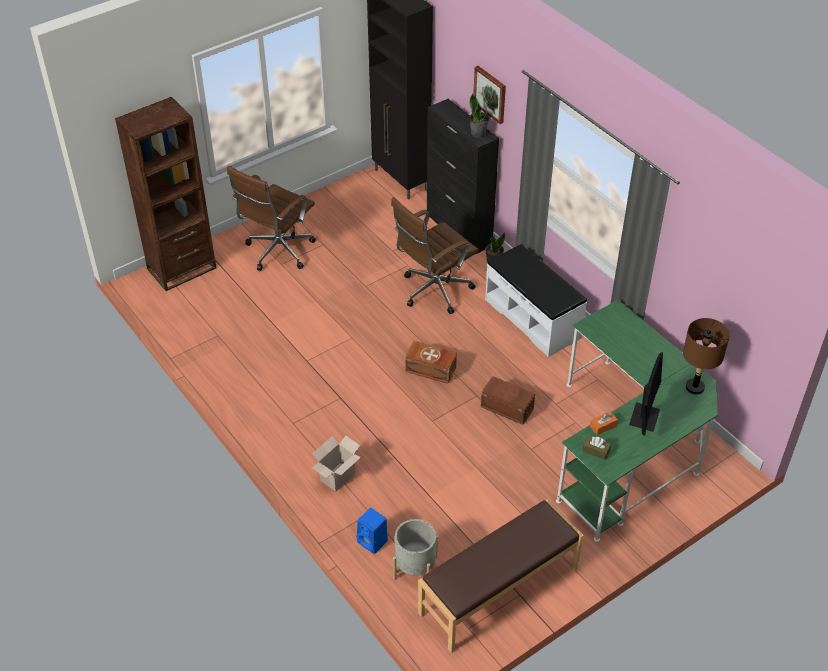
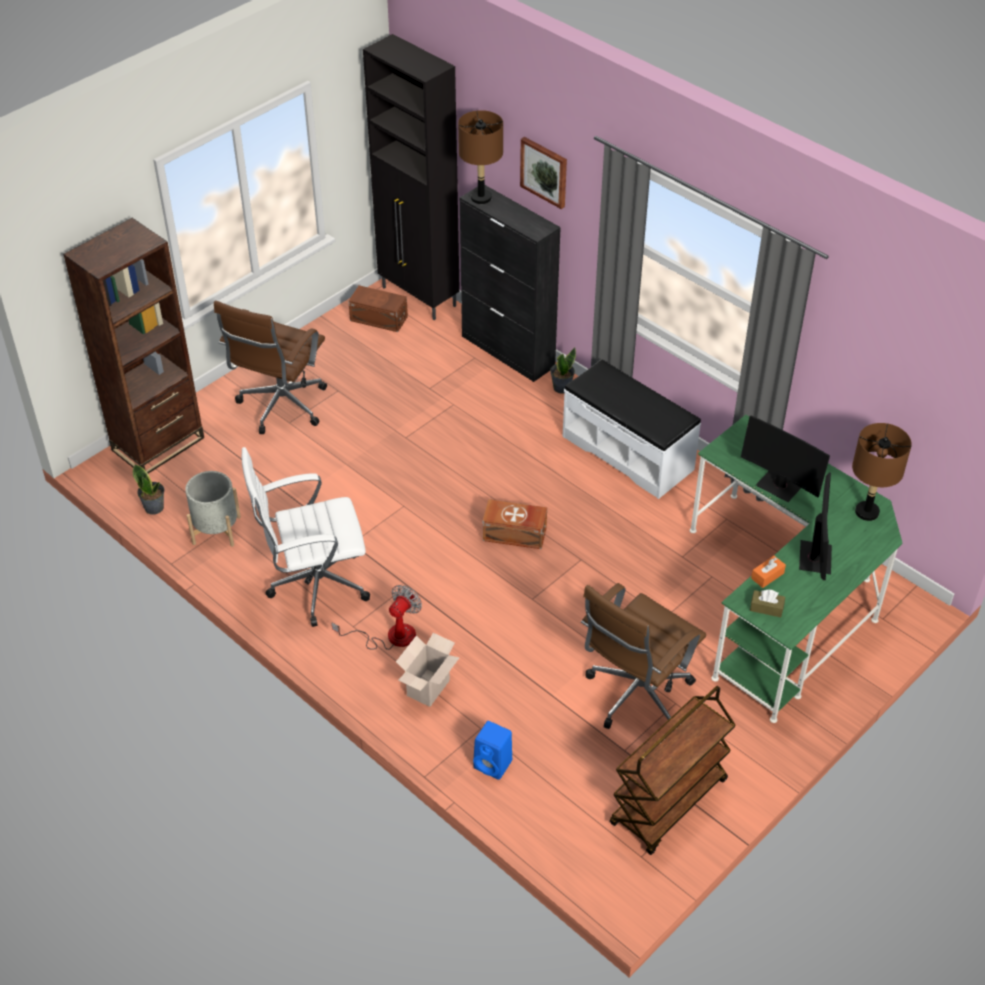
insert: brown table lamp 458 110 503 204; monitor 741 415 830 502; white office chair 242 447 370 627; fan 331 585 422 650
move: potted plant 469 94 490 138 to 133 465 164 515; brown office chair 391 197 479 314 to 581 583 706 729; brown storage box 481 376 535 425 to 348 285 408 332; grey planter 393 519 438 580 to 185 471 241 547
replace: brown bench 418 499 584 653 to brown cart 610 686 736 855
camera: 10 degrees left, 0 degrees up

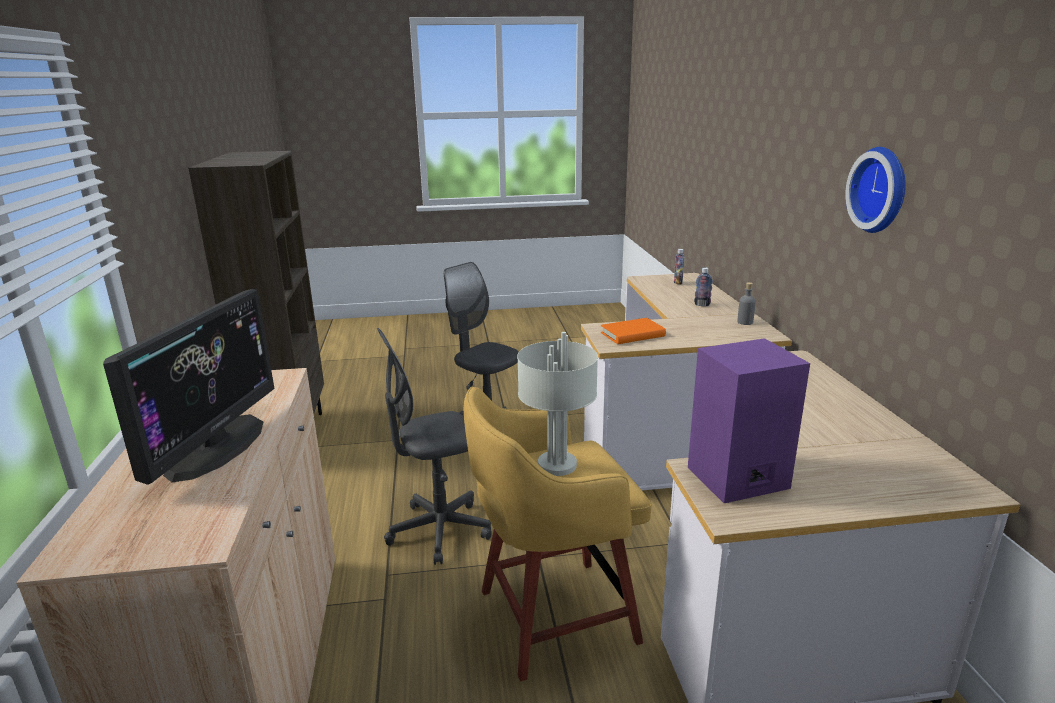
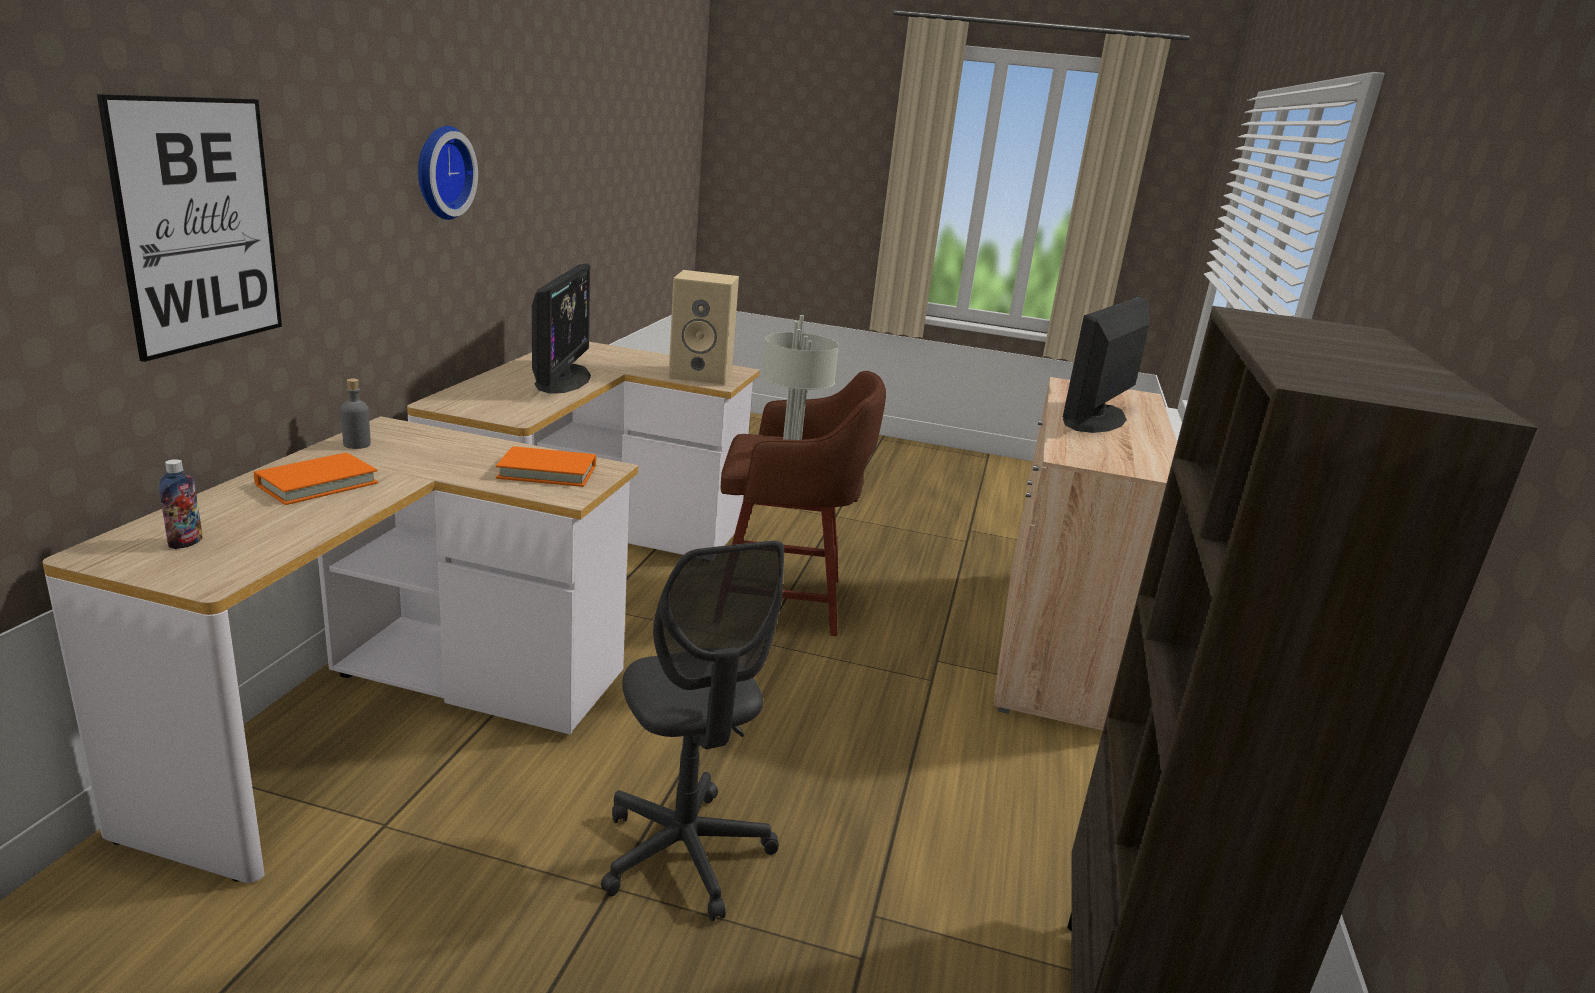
delete: grey office chair 377 328 492 565
insert: picture 97 94 282 362; monitor 532 263 591 394
replace: bottle 694 267 713 306 to orange book 254 452 378 505
recolor: purple speaker 688 338 810 503 to beige speaker 669 270 739 386; yellow stool 464 387 651 681 to brown stool 721 371 886 636
camera: 160 degrees left, 0 degrees up

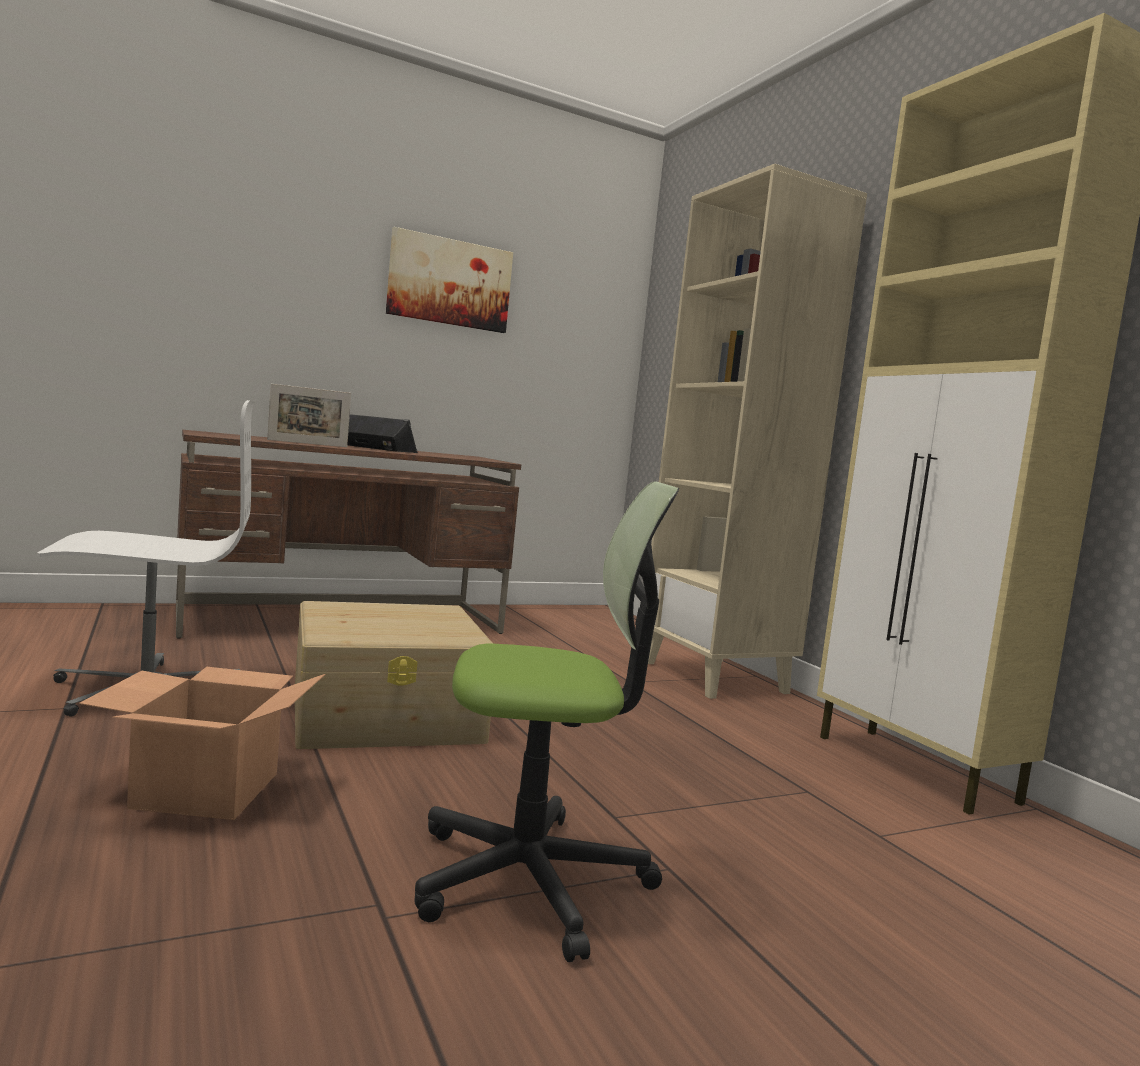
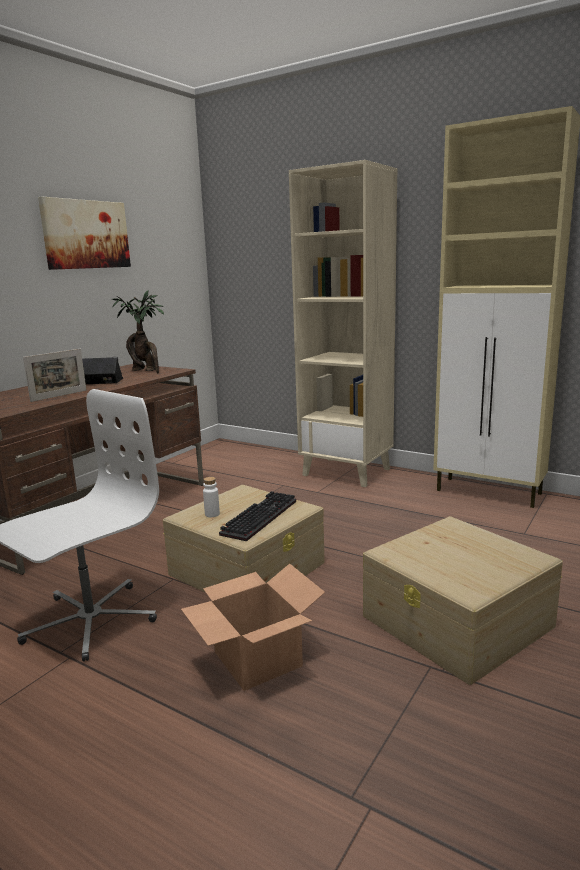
insert: potted plant 112 291 164 373; white bottle 203 477 220 517; keyboard 219 491 296 541
replace: office chair 415 481 679 962 to beige storage box 363 516 563 685
camera: 30 degrees left, 10 degrees up

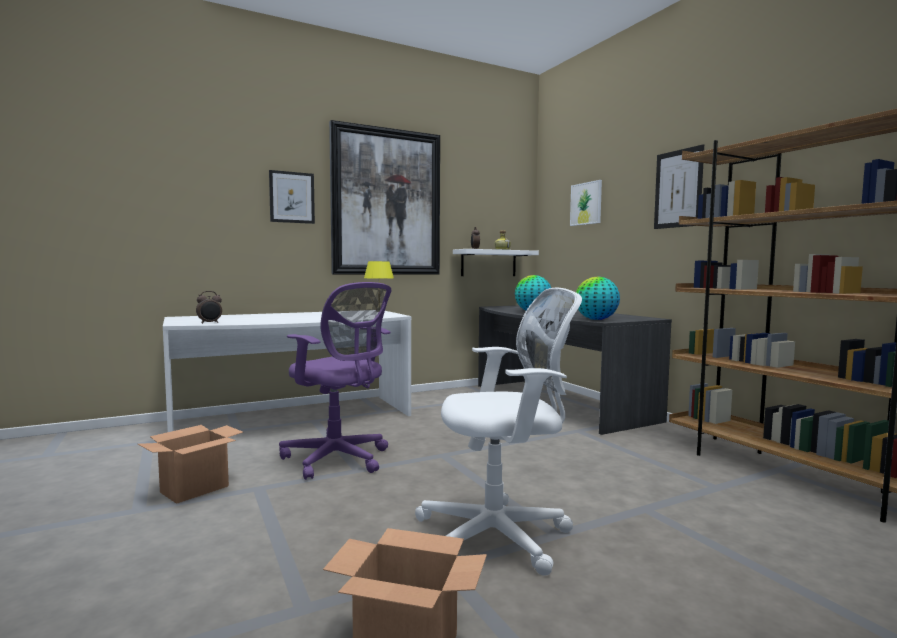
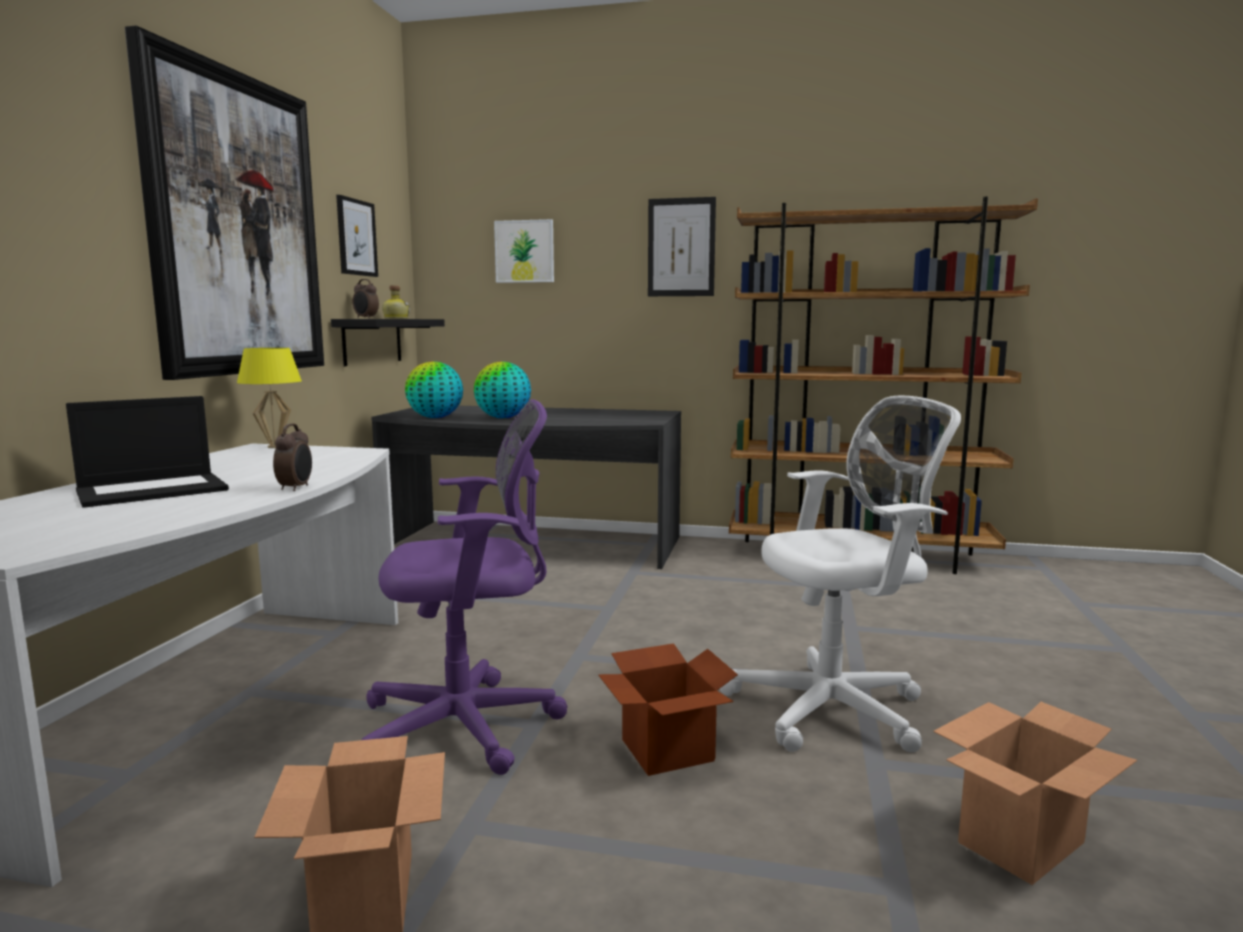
insert: laptop 66 396 229 508; cardboard box 598 643 738 776
move: picture 269 170 315 224 to 336 195 378 277; globe 576 277 620 320 to 405 361 463 418; alarm clock 196 291 222 324 to 273 424 312 491
recolor: white shelf 453 249 539 276 to black shelf 331 319 445 366
rotate: white office chair 415 288 582 576 = 720 396 961 752 45 degrees clockwise
camera: 50 degrees left, 5 degrees up

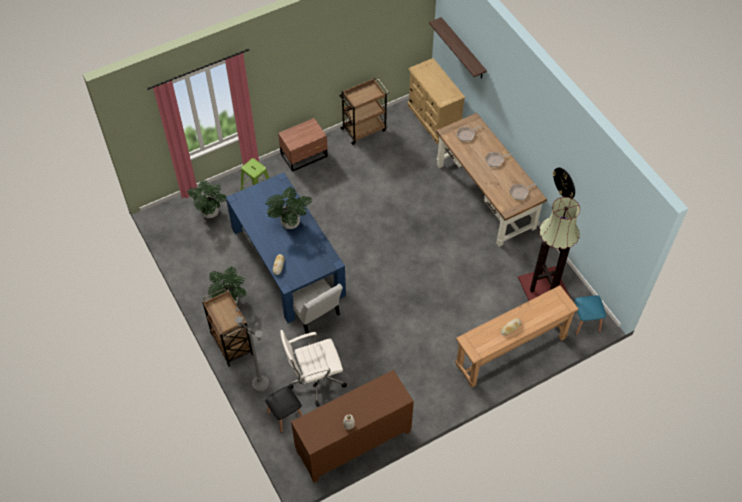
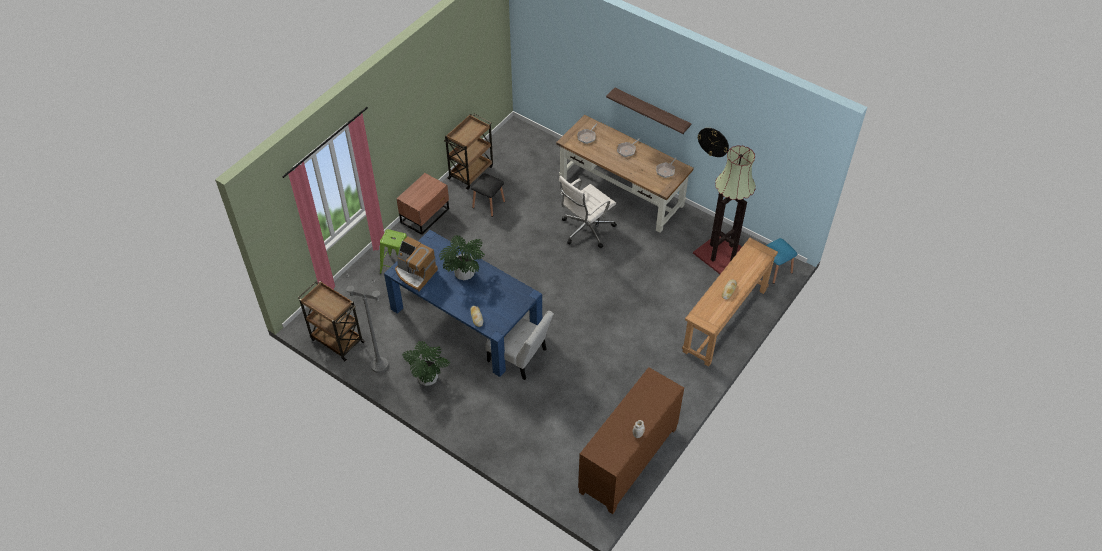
delete: beige dresser 407 58 465 144; potted plant 187 180 227 218
insert: coffee machine 395 236 438 291
move: shelf 429 17 487 79 to 606 88 691 134; brown cart 202 288 253 367 to 298 281 365 361; grey floor lamp 235 308 269 392 to 346 274 389 373; white office chair 280 330 347 406 to 559 175 617 248; black stool 265 386 302 433 to 471 173 505 217
camera: 25 degrees left, 5 degrees down

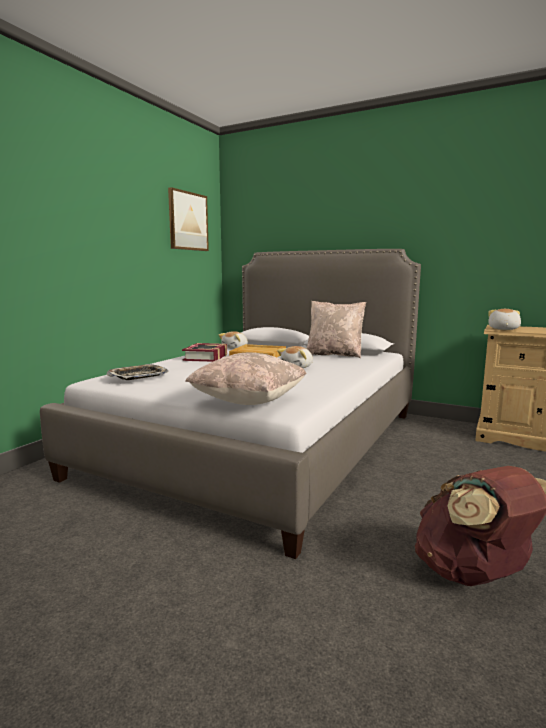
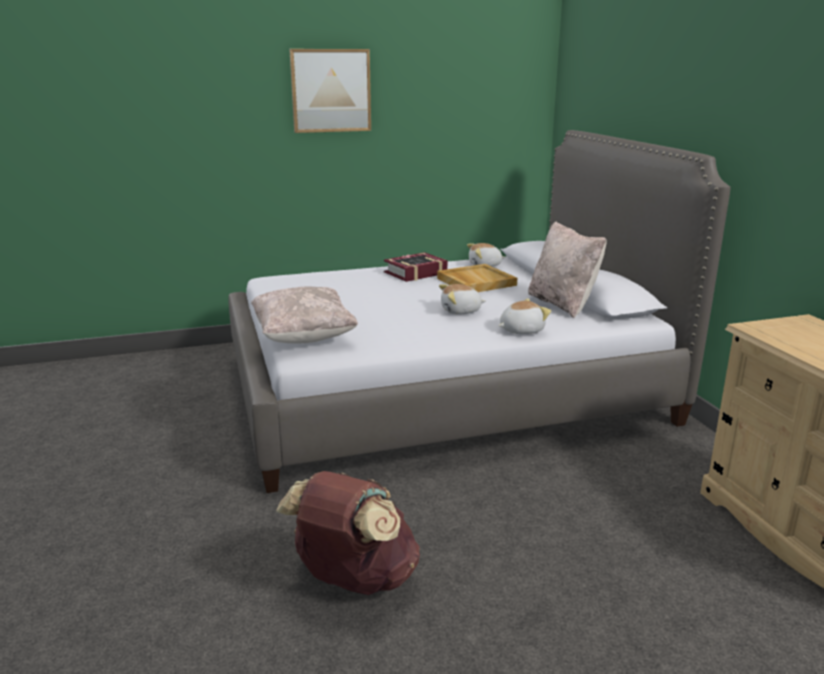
delete: tray 106 364 169 380
move: picture 168 187 209 251 to 289 49 371 133; plush toy 488 309 521 330 to 498 299 551 334
camera: 45 degrees right, 10 degrees up

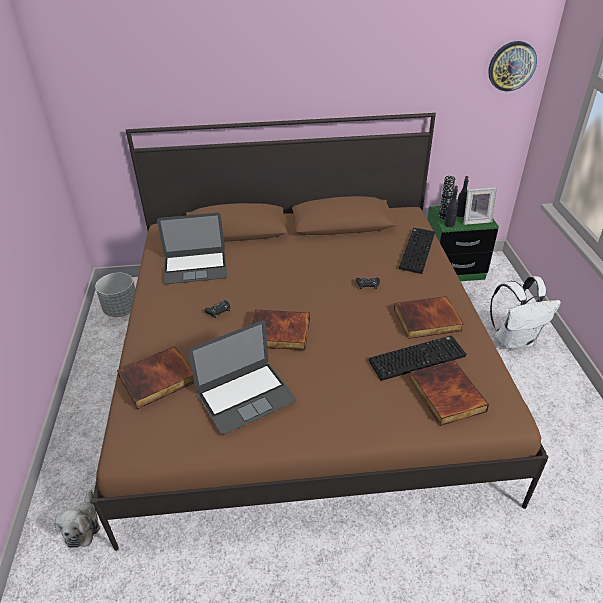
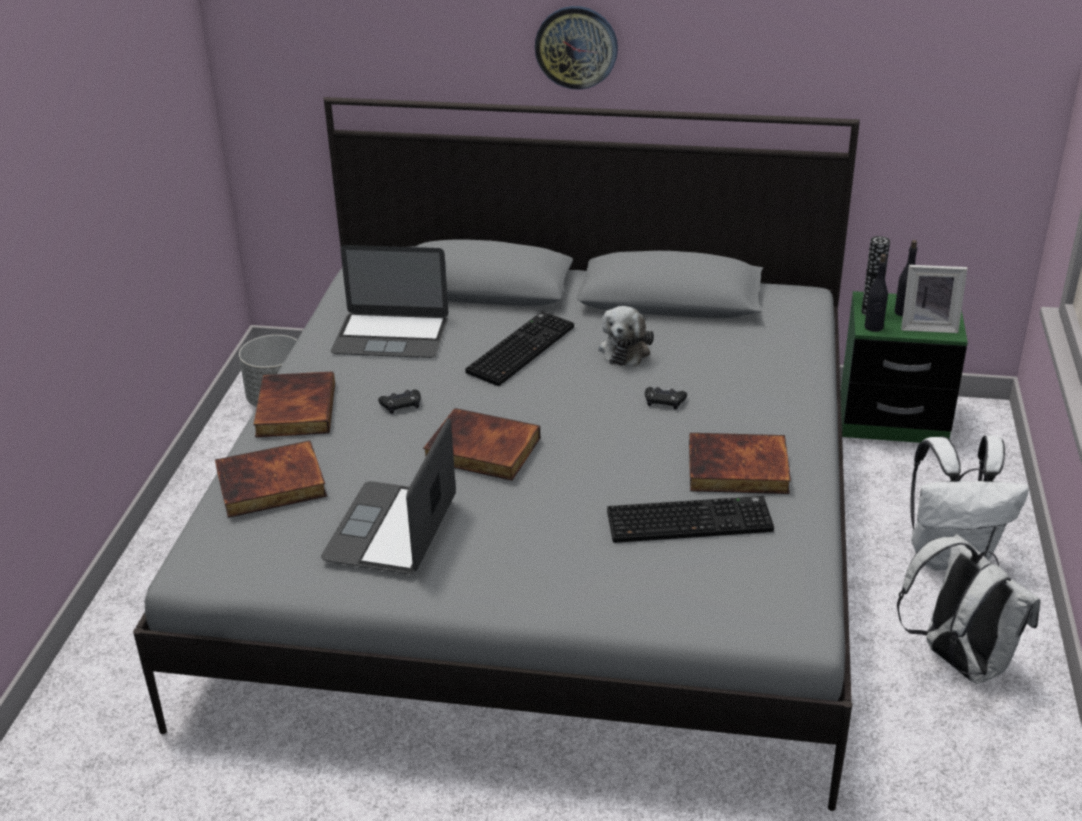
insert: white backpack 897 534 1041 684
move: wall clock 488 41 537 91 to 535 6 618 90; keyboard 399 228 435 274 to 465 311 574 386; book 409 360 489 426 to 253 372 335 437; plush toy 54 489 100 548 to 598 306 654 366
recolor: brown bed 92 113 549 551 to grey bed 133 97 860 811
rotate: laptop 189 320 296 434 = 321 418 456 574 120 degrees clockwise
camera: 15 degrees right, 5 degrees down

